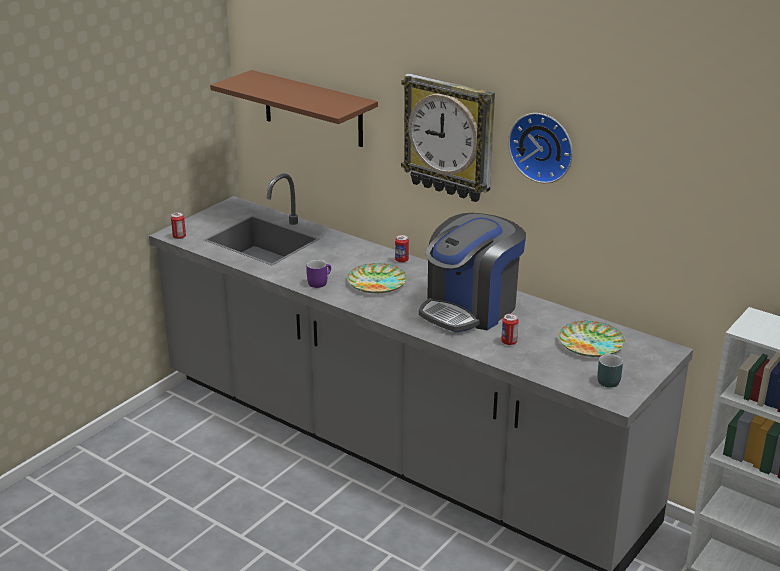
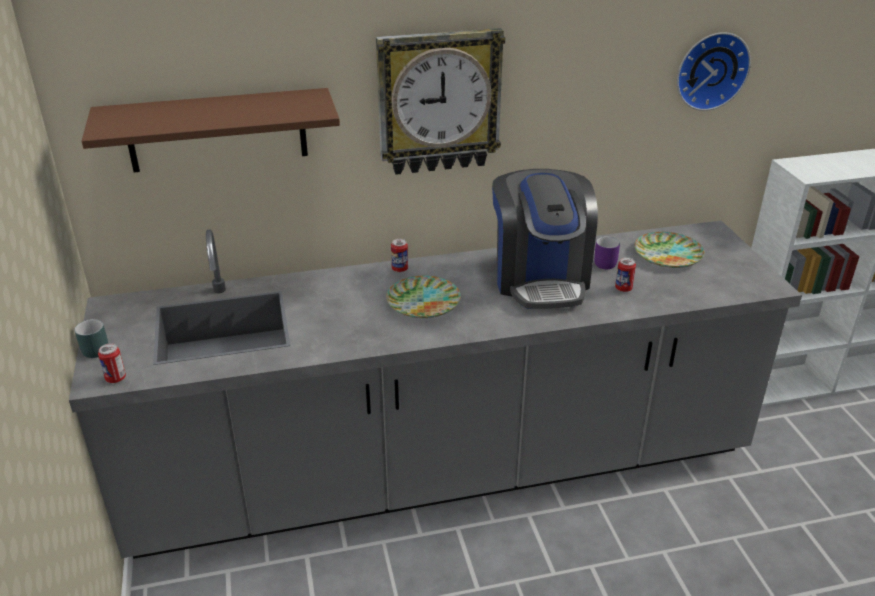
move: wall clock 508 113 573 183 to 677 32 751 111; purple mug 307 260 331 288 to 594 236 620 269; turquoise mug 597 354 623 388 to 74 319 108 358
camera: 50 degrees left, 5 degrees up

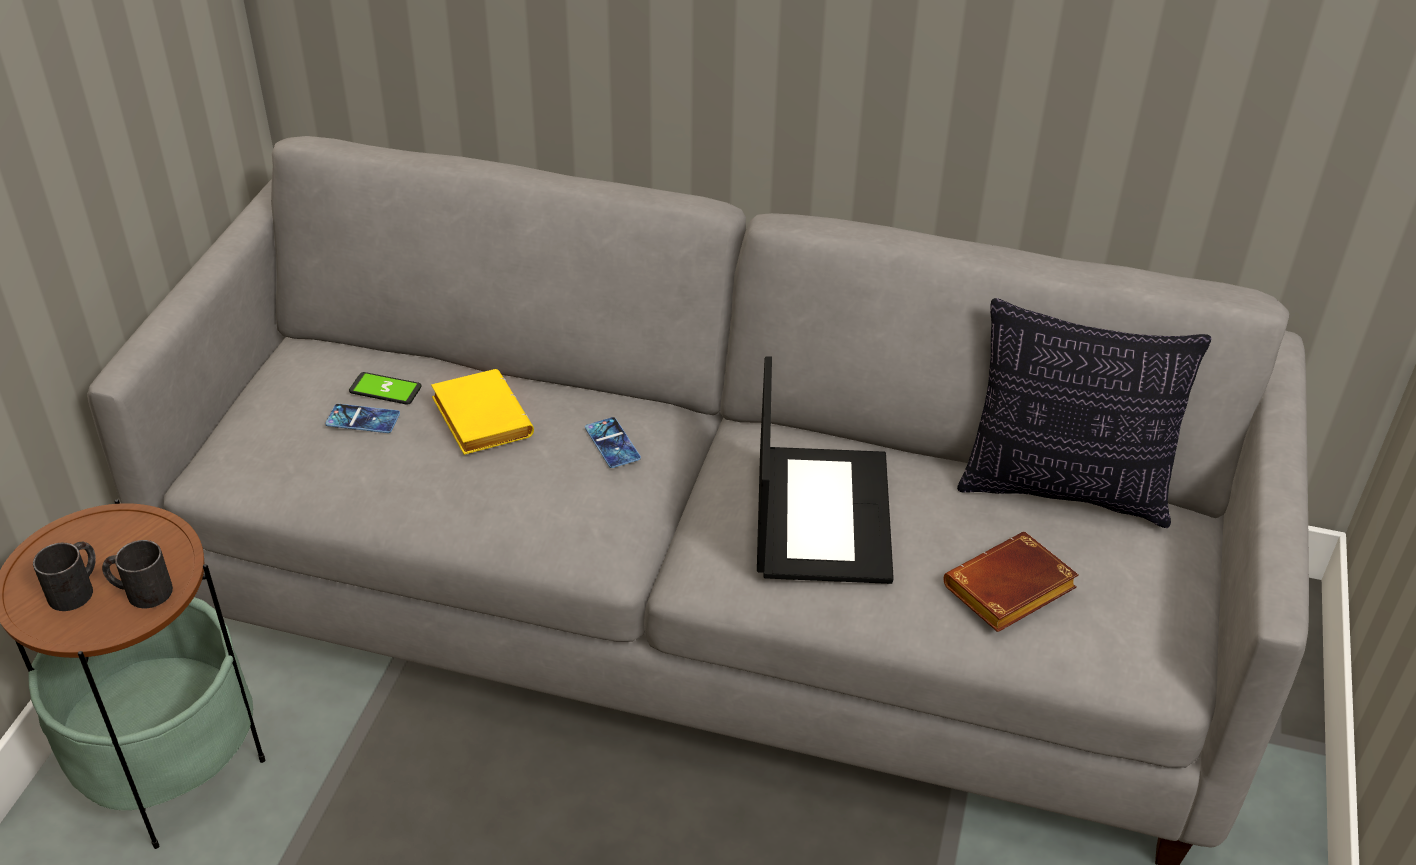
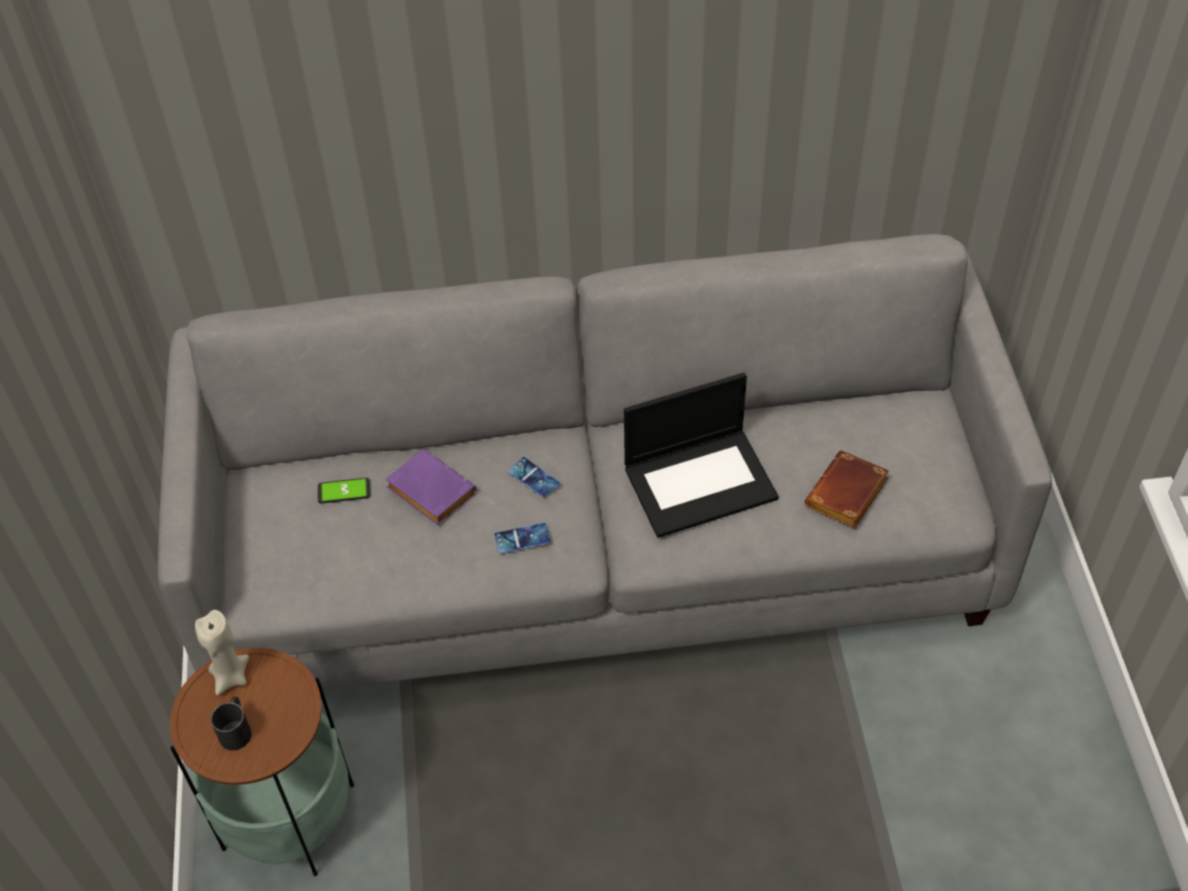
delete: pillow 957 298 1211 528; black mug 102 540 173 608
insert: beige candle 195 610 249 695
move: phone 325 404 400 433 to 494 522 551 554
recolor: yellow book 431 369 534 455 to purple book 385 449 477 525
rotate: laptop 757 356 894 584 = 624 373 779 538 90 degrees clockwise
camera: 20 degrees left, 10 degrees up

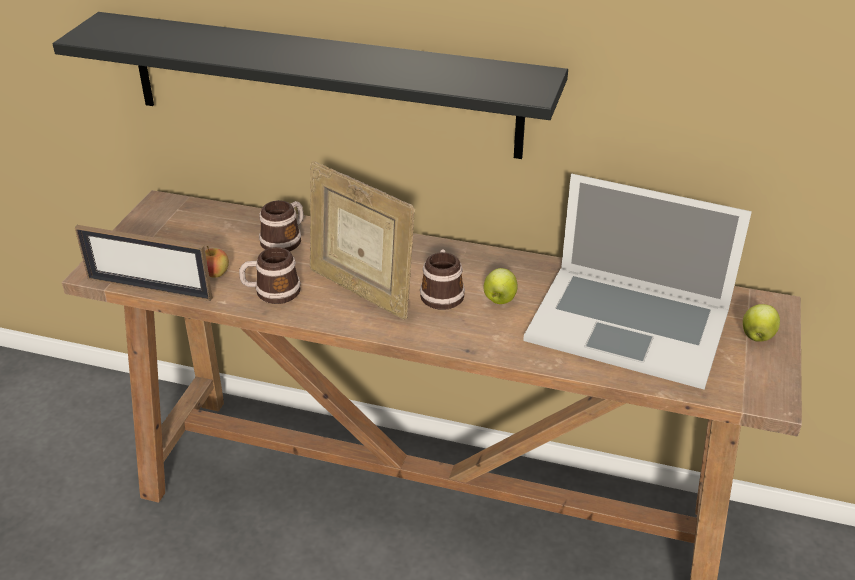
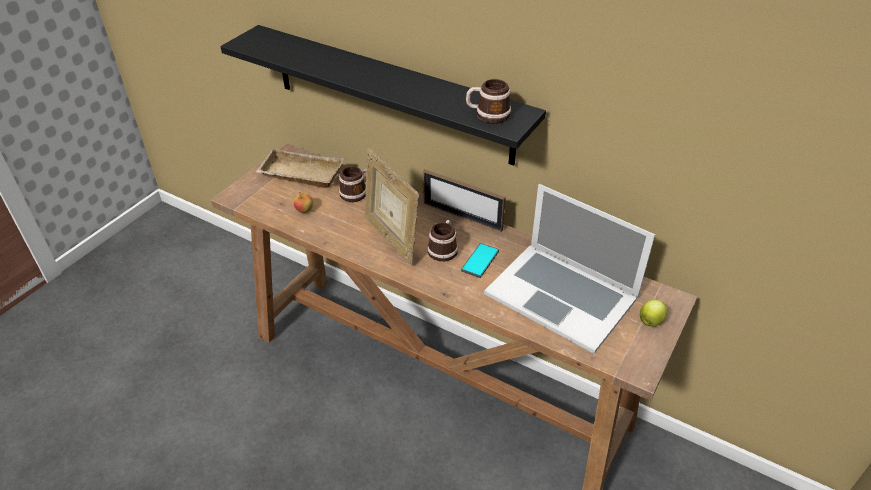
insert: beige tray 256 148 344 188
move: picture frame 75 225 213 301 to 423 170 506 232; mug 239 247 301 304 to 466 79 511 124
replace: apple 483 268 517 304 to phone 461 243 499 278
camera: 15 degrees right, 5 degrees up

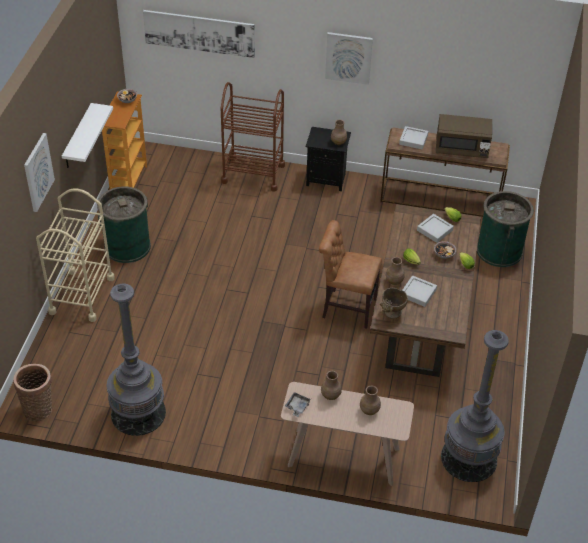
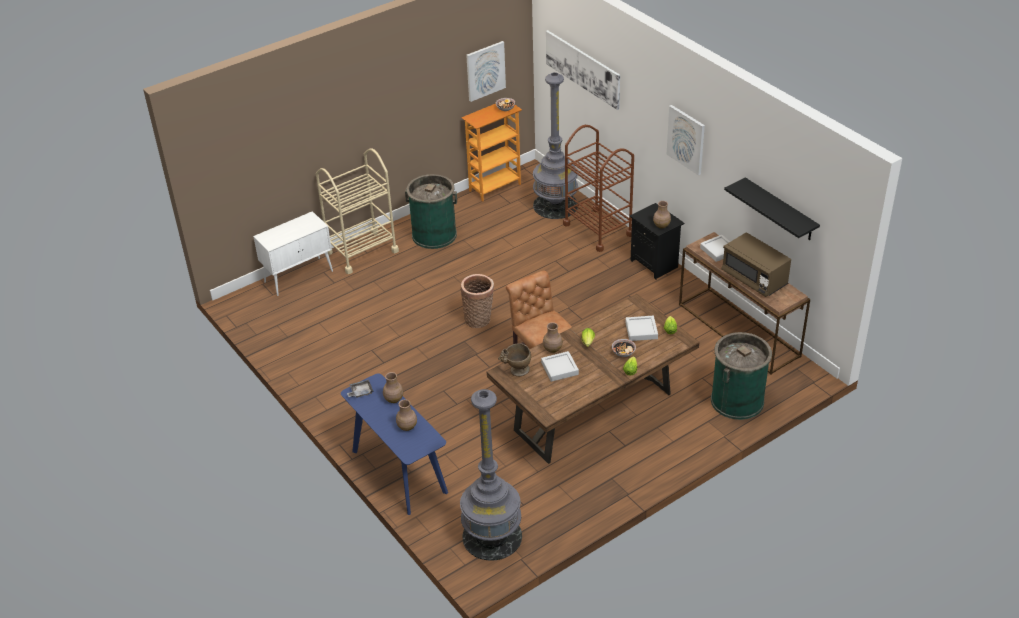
delete: white shelf 62 103 113 168
insert: black shelf 724 177 820 240; white cabinet 253 211 333 296
move: picture 24 133 55 212 to 466 41 506 102; grey floor lamp 107 283 166 436 to 533 72 578 219; basket 13 364 52 421 to 460 274 494 328
recolor: beige console table 281 382 414 486 to blue console table 341 373 448 515
camera: 45 degrees right, 5 degrees down

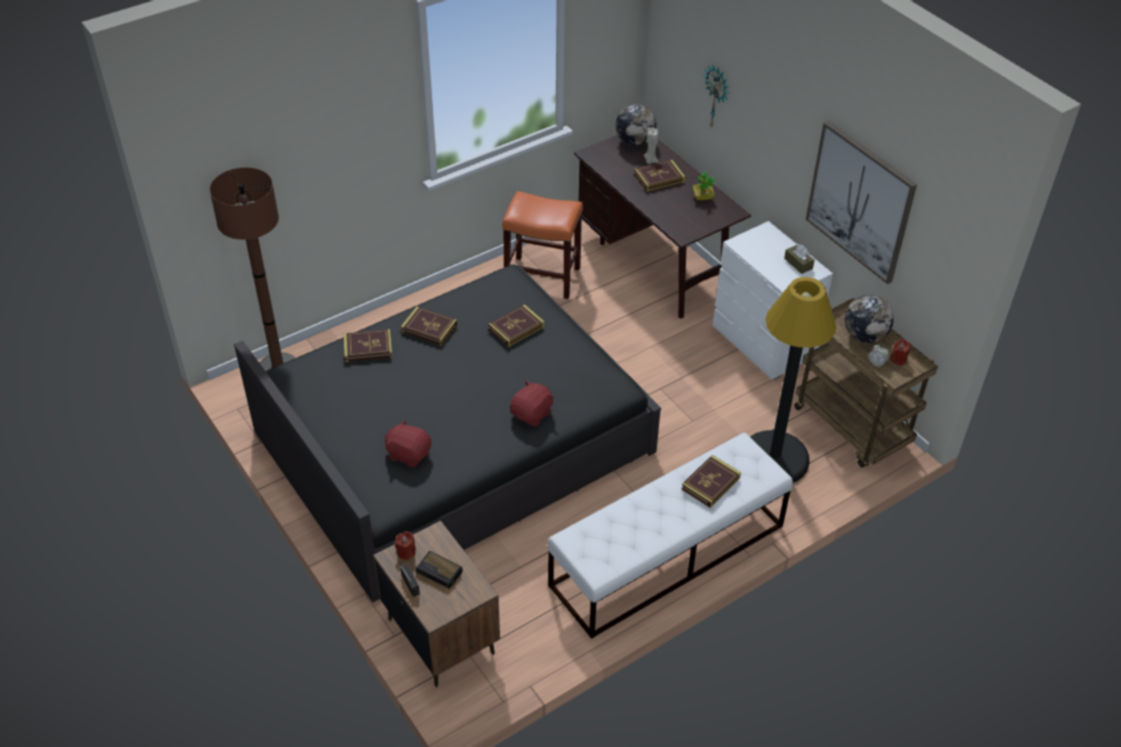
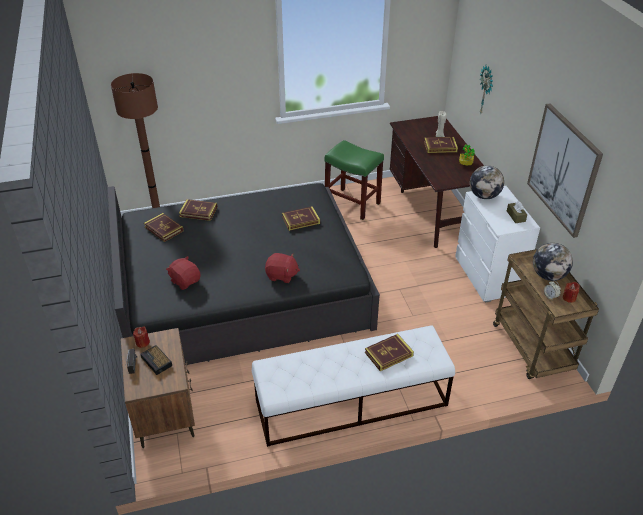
delete: black floor lamp 750 277 836 483
move: globe 616 104 656 146 to 470 165 504 199; book 401 306 457 346 to 144 213 183 242
recolor: orange stool 502 191 583 299 to green stool 325 140 384 220
rotate: red plush toy 510 380 555 426 = 265 253 300 283 45 degrees clockwise
camera: 20 degrees right, 5 degrees down

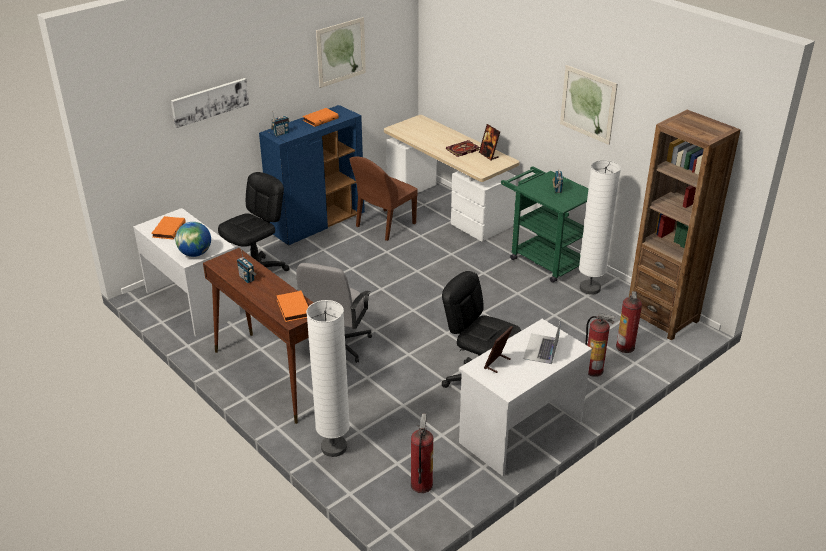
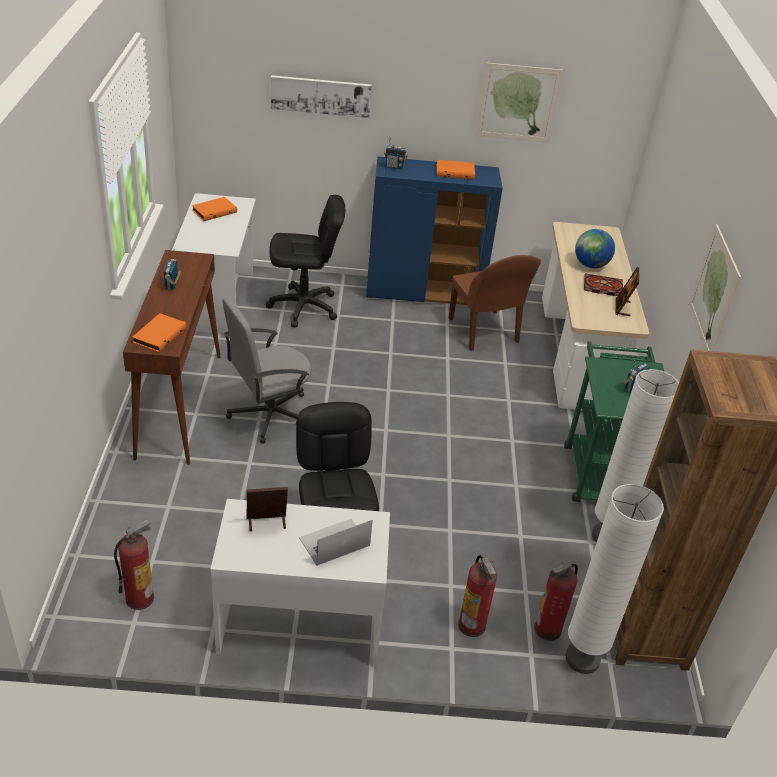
move: globe 175 222 211 257 to 575 229 615 268; white floor lamp 306 300 350 457 to 566 484 664 674
rotate: brown chair 350 156 418 241 = 449 255 541 351 105 degrees counterclockwise
camera: 40 degrees right, 5 degrees up

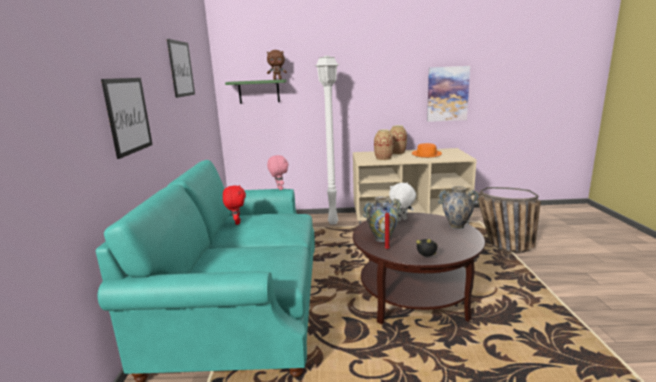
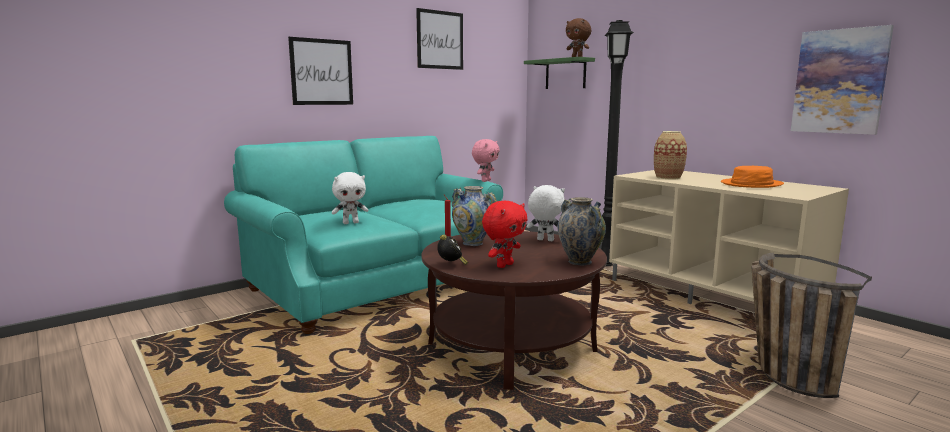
delete: vase 390 125 407 155
insert: white plush toy 332 172 369 224
move: red plush toy 223 185 246 225 to 482 201 527 268
recolor: white floor lamp 315 56 339 225 to black floor lamp 601 20 634 266
camera: 50 degrees right, 5 degrees down

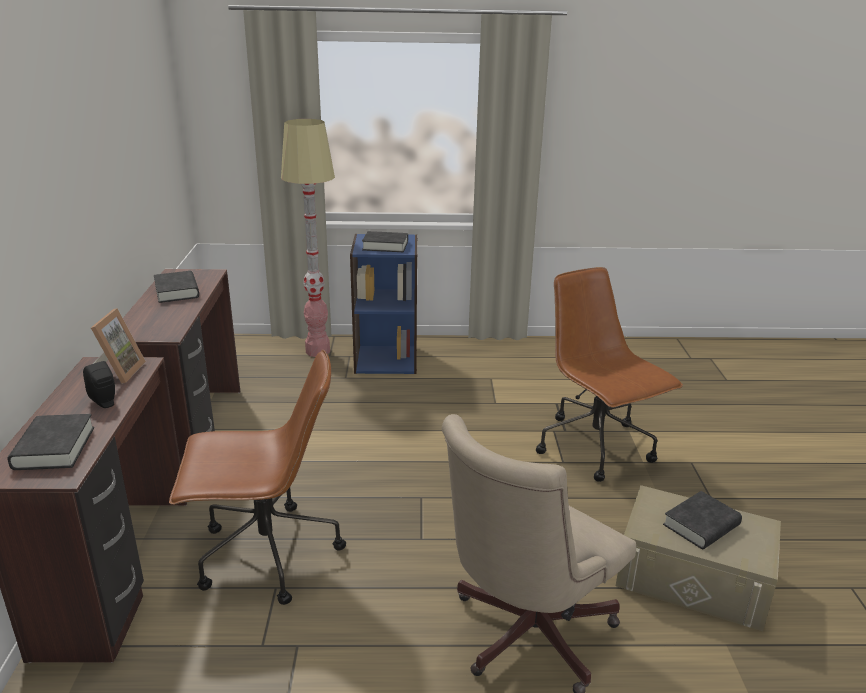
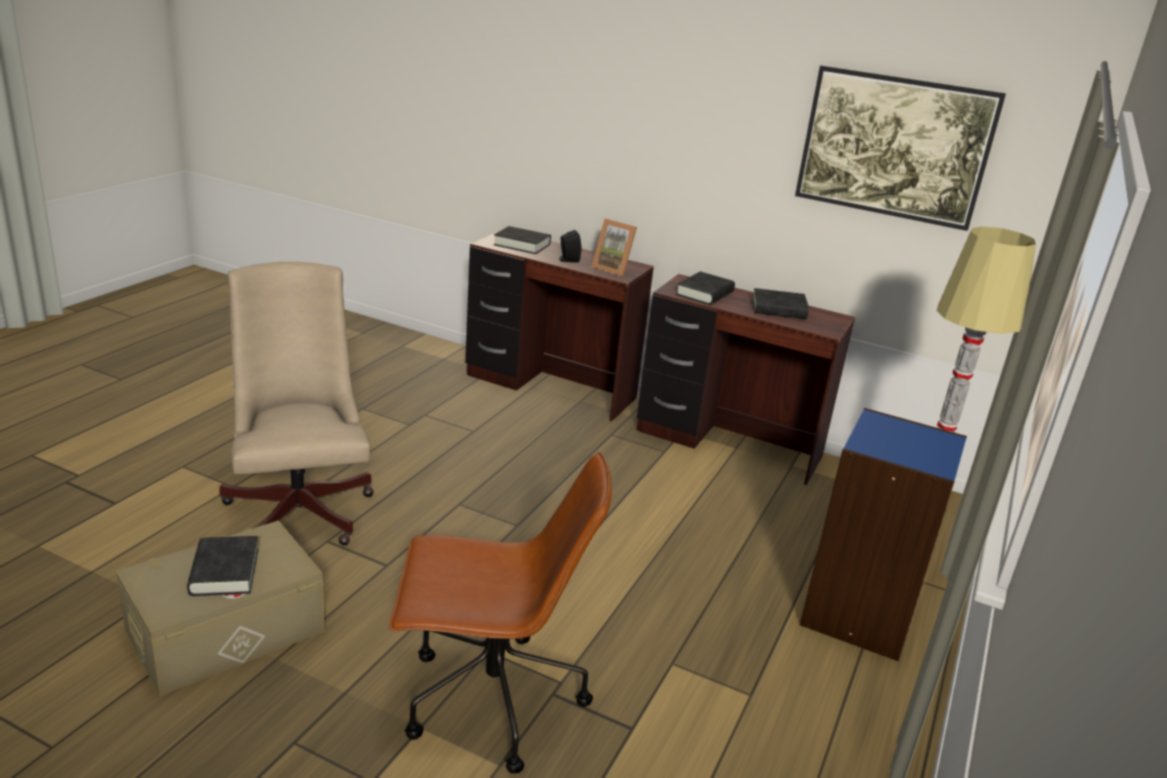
delete: brown office chair 169 350 346 605
insert: picture 795 66 1006 231
move: black book 362 231 408 252 to 676 271 735 305
camera: 115 degrees right, 0 degrees up

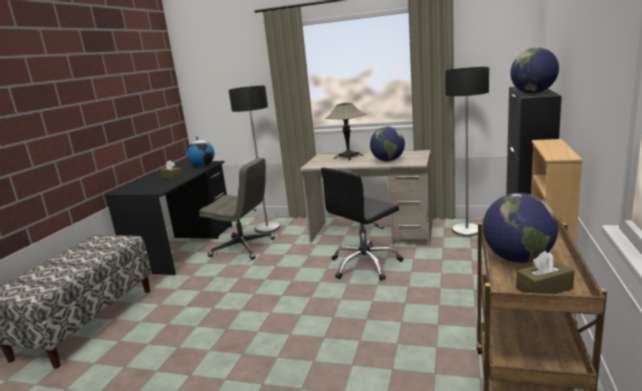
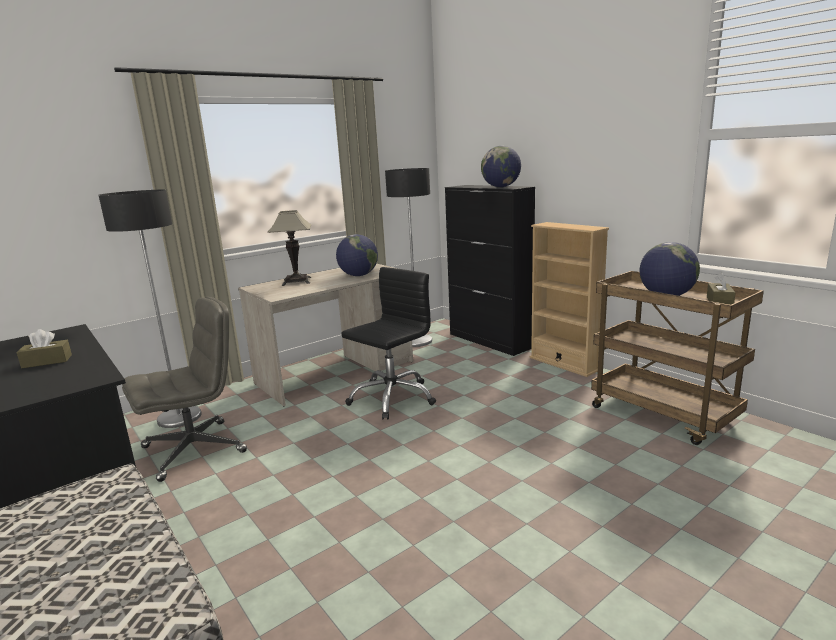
delete: globe 187 137 215 167
rotate: black office chair 321 167 403 281 = 341 267 436 420 135 degrees counterclockwise
camera: 55 degrees left, 0 degrees up

